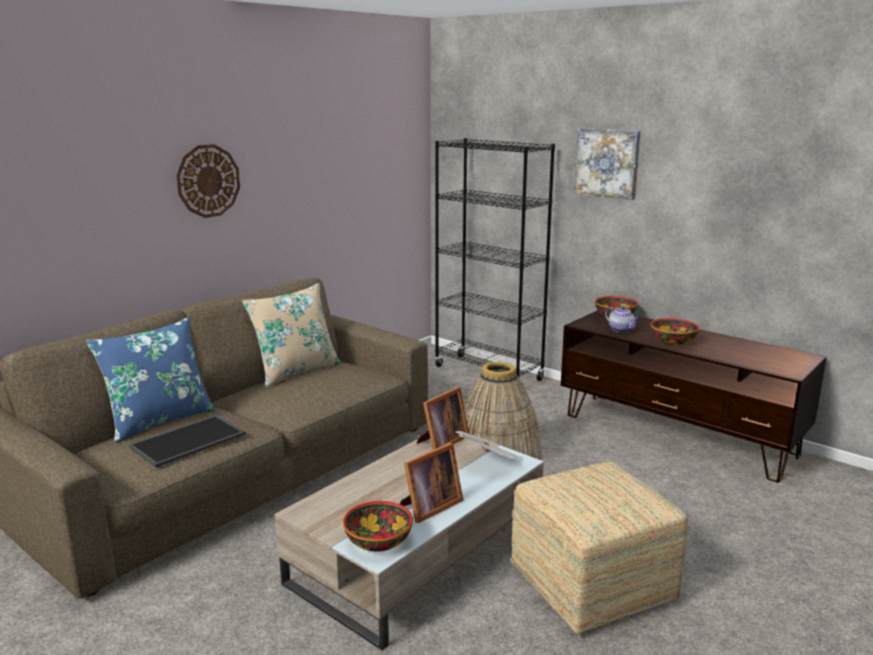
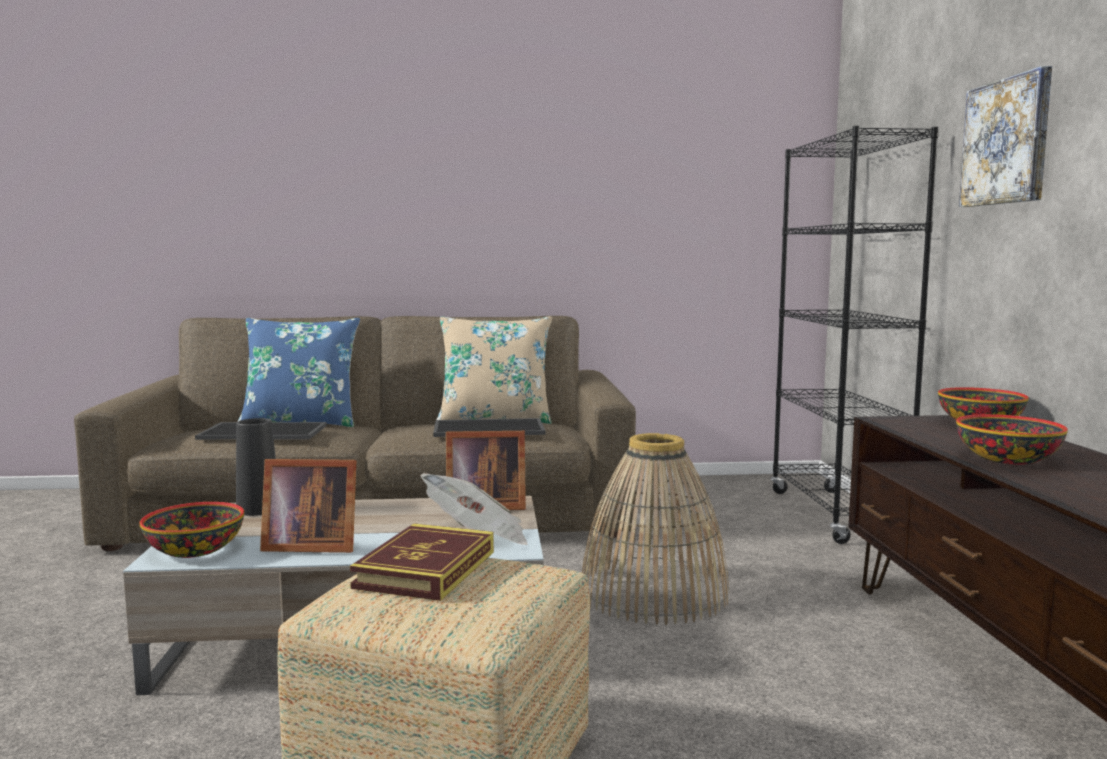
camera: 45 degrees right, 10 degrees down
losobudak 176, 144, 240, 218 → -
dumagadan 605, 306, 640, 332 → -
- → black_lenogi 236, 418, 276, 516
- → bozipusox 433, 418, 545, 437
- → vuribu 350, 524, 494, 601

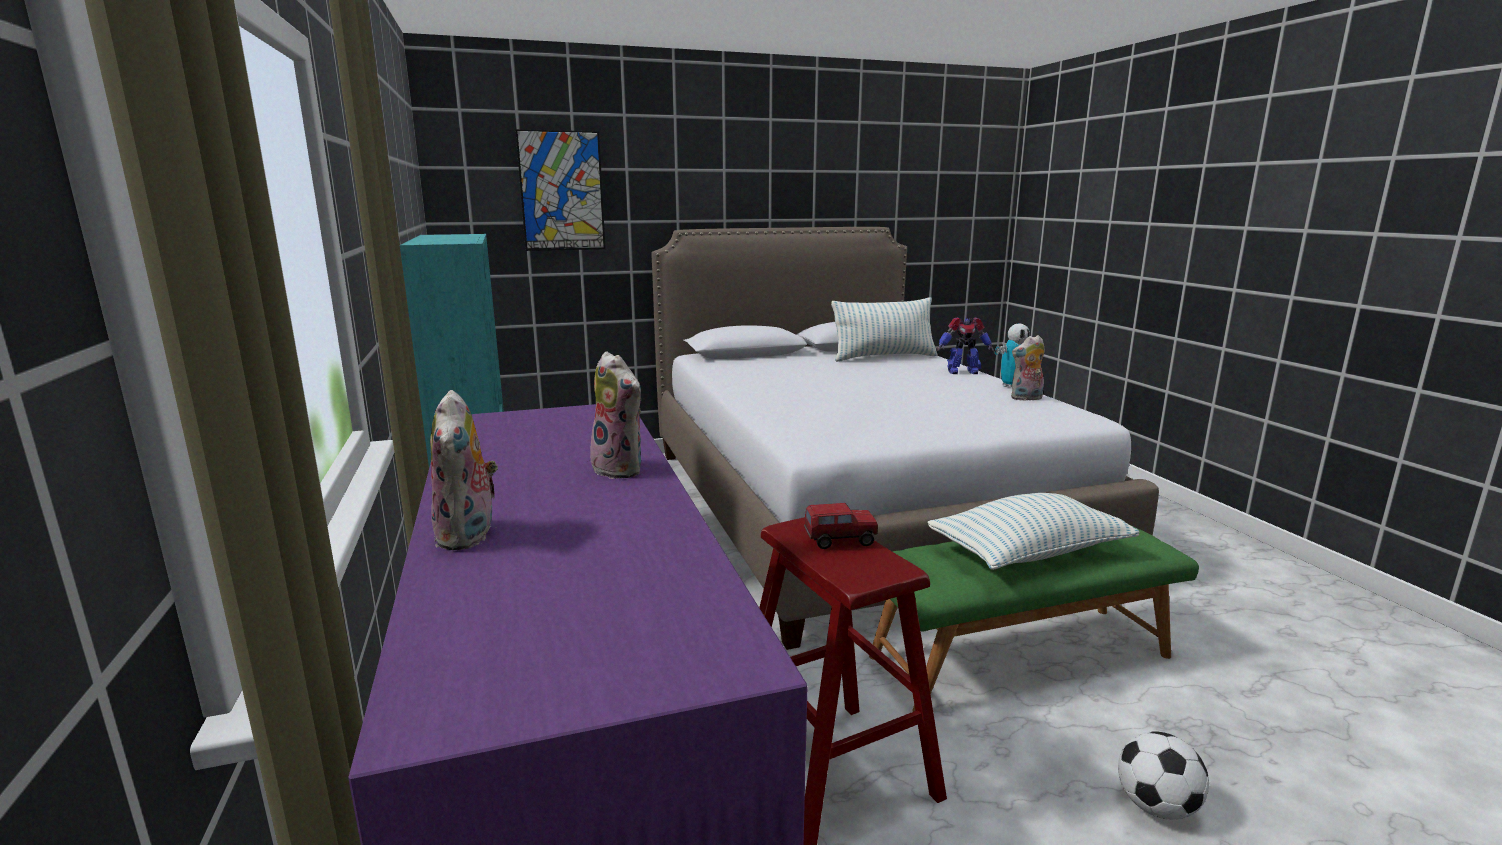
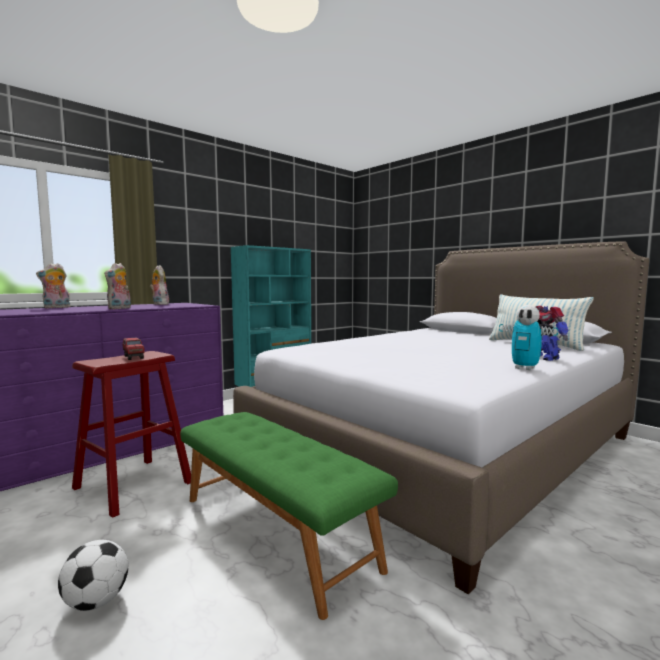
camera: 65 degrees right, 10 degrees down
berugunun 515, 129, 606, 251 → -
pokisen 1011, 335, 1045, 401 → pokisen 150, 265, 169, 305, relocated
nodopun 927, 493, 1140, 570 → -

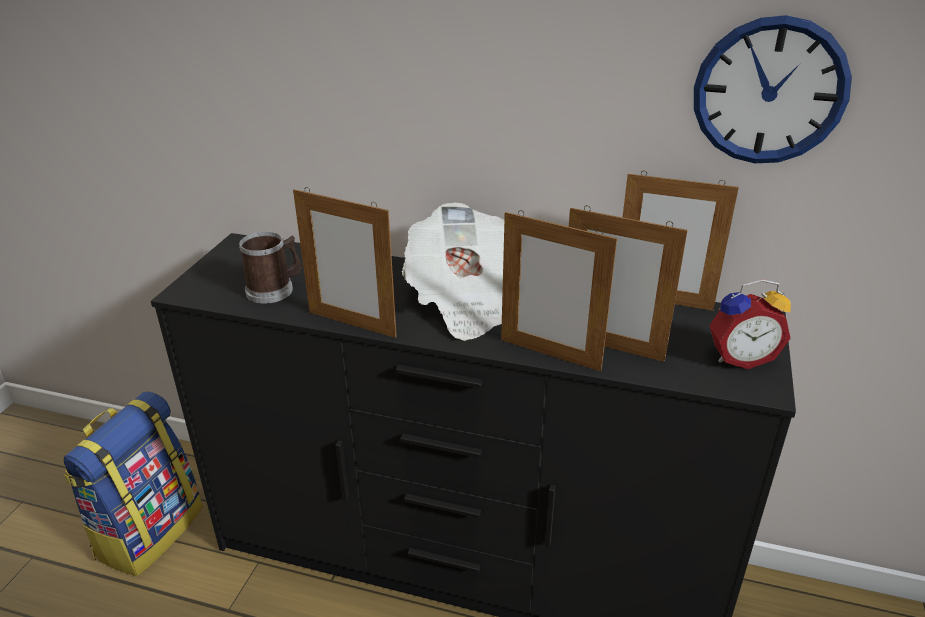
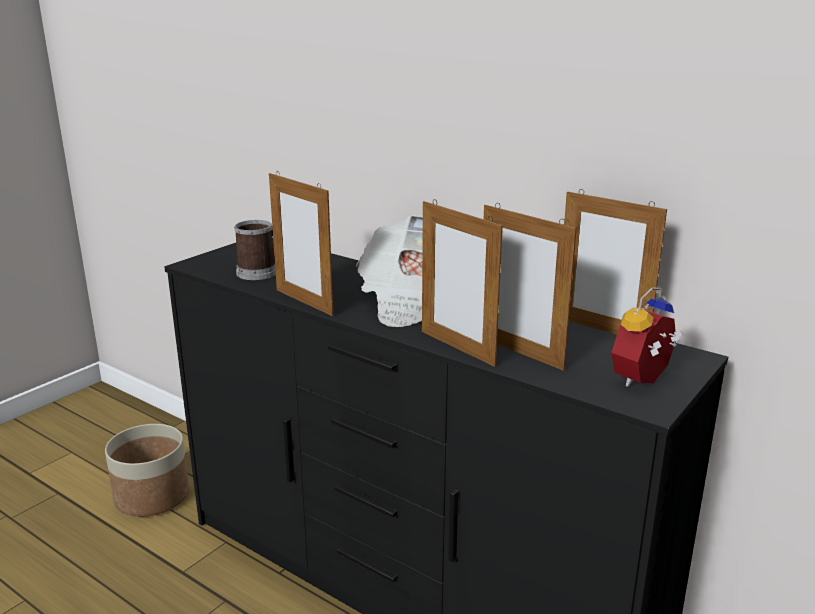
camera: 20 degrees right, 10 degrees down
losobudak 694, 15, 852, 163 → -
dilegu 709, 279, 791, 369 → dilegu 611, 288, 683, 387, 120 degrees clockwise
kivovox 63, 392, 203, 576 → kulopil 105, 424, 189, 517

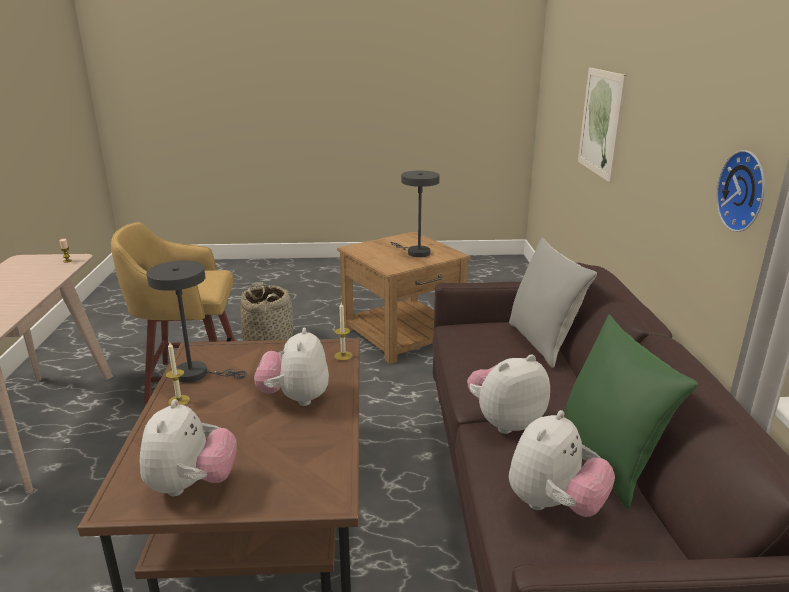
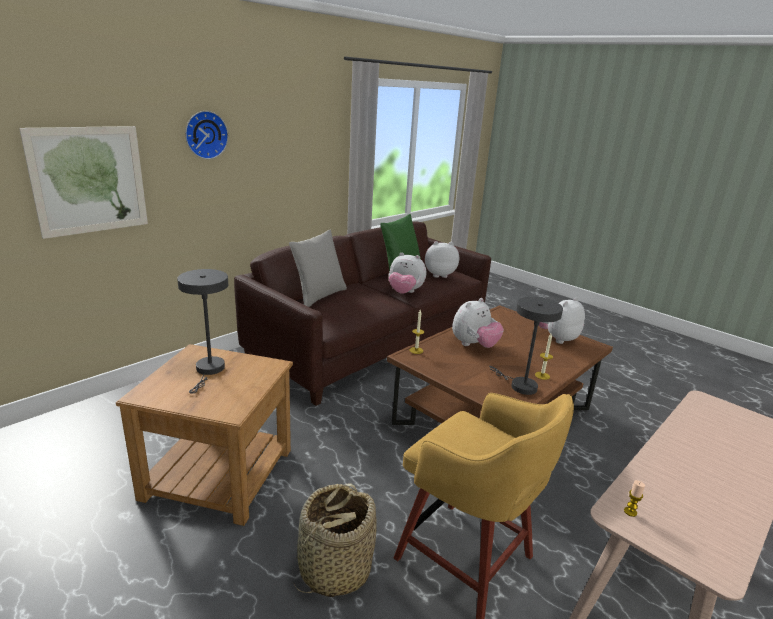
camera: 135 degrees left, 0 degrees up
losobudak 716, 150, 765, 232 → losobudak 185, 111, 228, 159, relocated

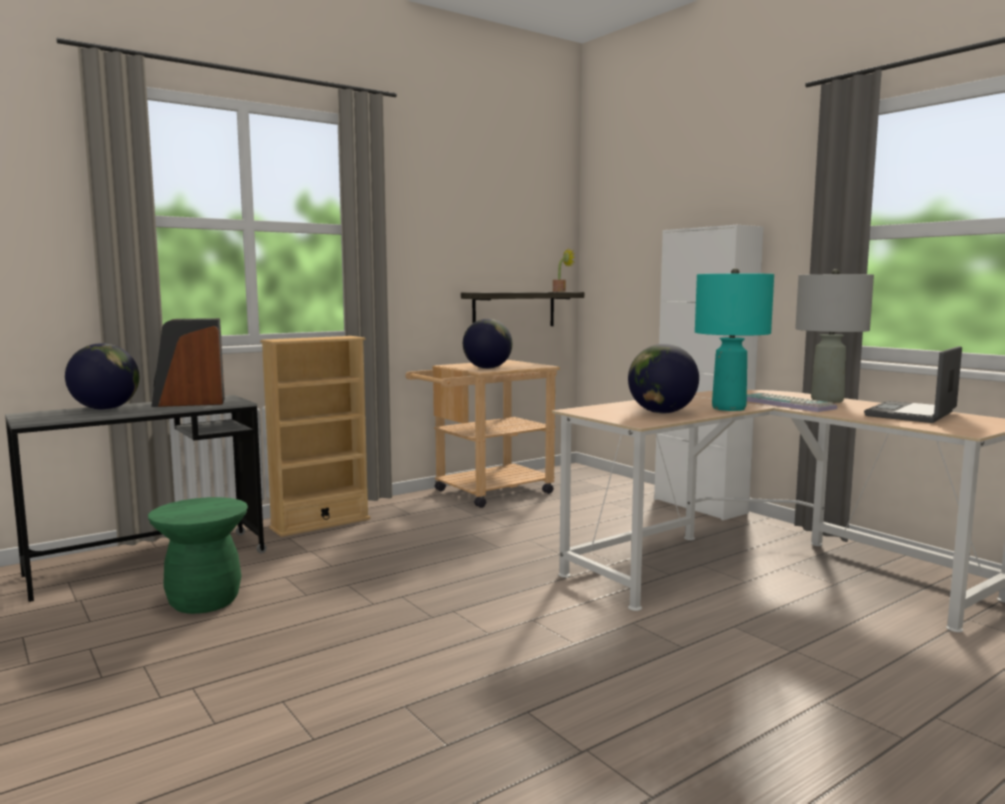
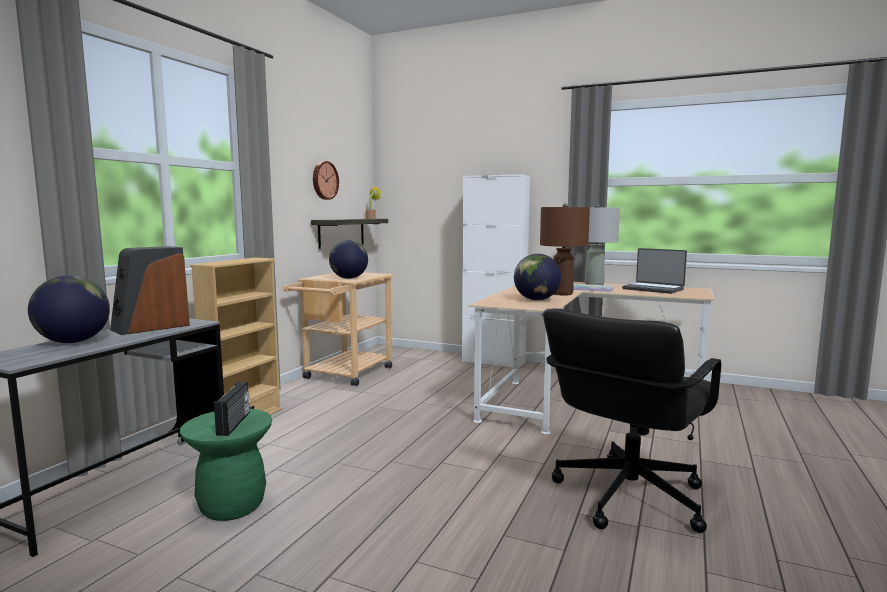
camera: 30 degrees left, 0 degrees up
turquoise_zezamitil 695, 268, 774, 411 → brown_zezamitil 540, 203, 590, 296
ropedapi 864, 346, 962, 423 → ropedapi 622, 248, 687, 294, 60 degrees counterclockwise
- → losobudak 313, 161, 339, 200
- → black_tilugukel 543, 309, 721, 533
- → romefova 214, 382, 250, 436

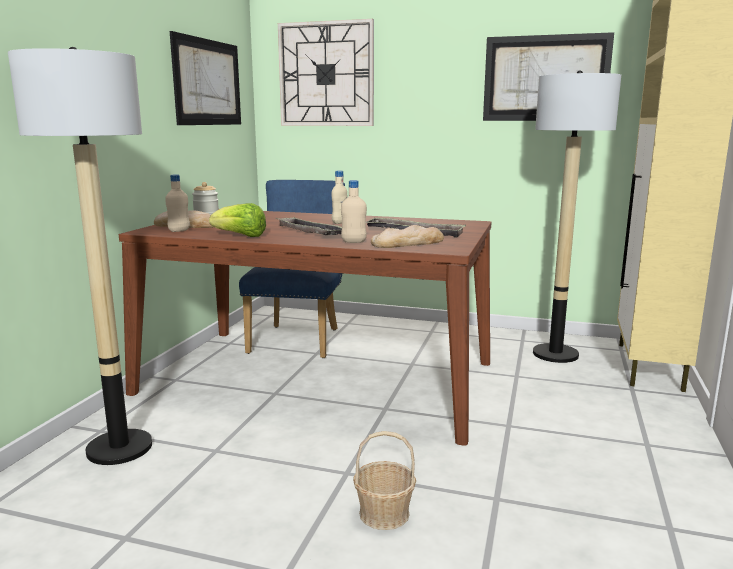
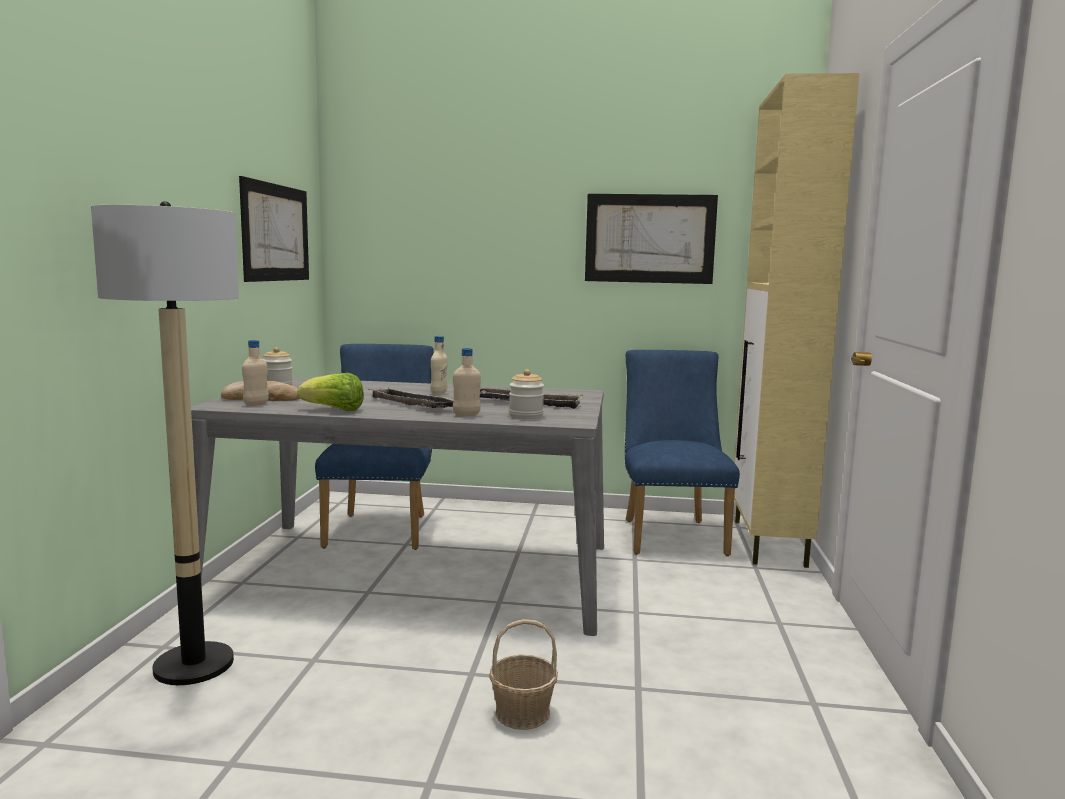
camera: 10 degrees left, 5 degrees down
losobudak 278, 19, 374, 126 → -
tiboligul 533, 70, 621, 363 → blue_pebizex 625, 350, 740, 556
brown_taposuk 119, 211, 492, 446 → grey_taposuk 191, 378, 604, 636
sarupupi 371, 225, 444, 248 → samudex 509, 369, 544, 419

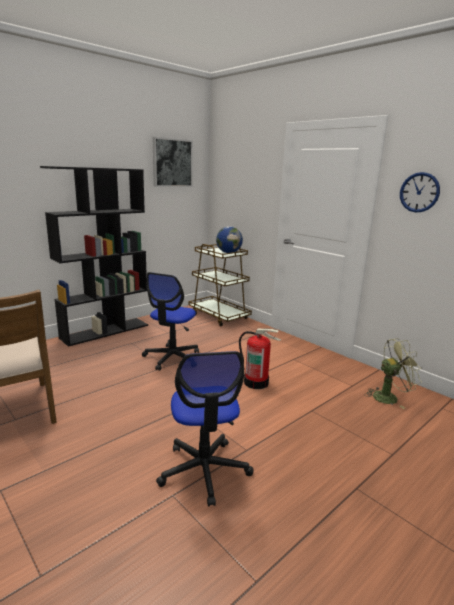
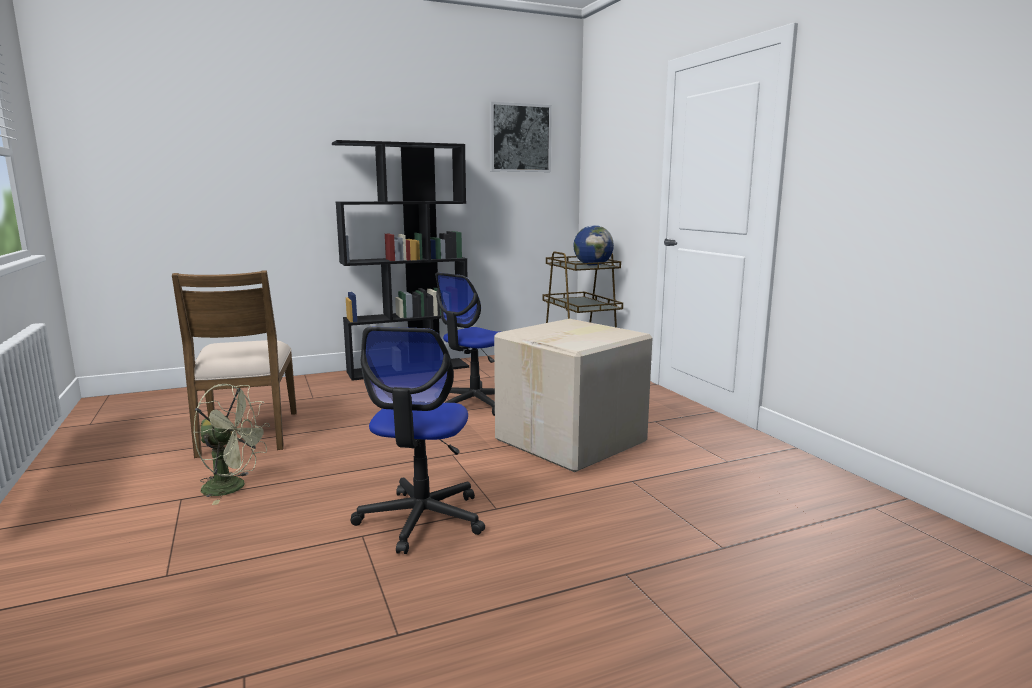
camera: 20 degrees right, 5 degrees down
losobudak 400, 172, 440, 212 → -
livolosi 239, 329, 281, 389 → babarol 494, 319, 652, 472
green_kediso 366, 338, 422, 409 → green_kediso 193, 384, 270, 505, relocated

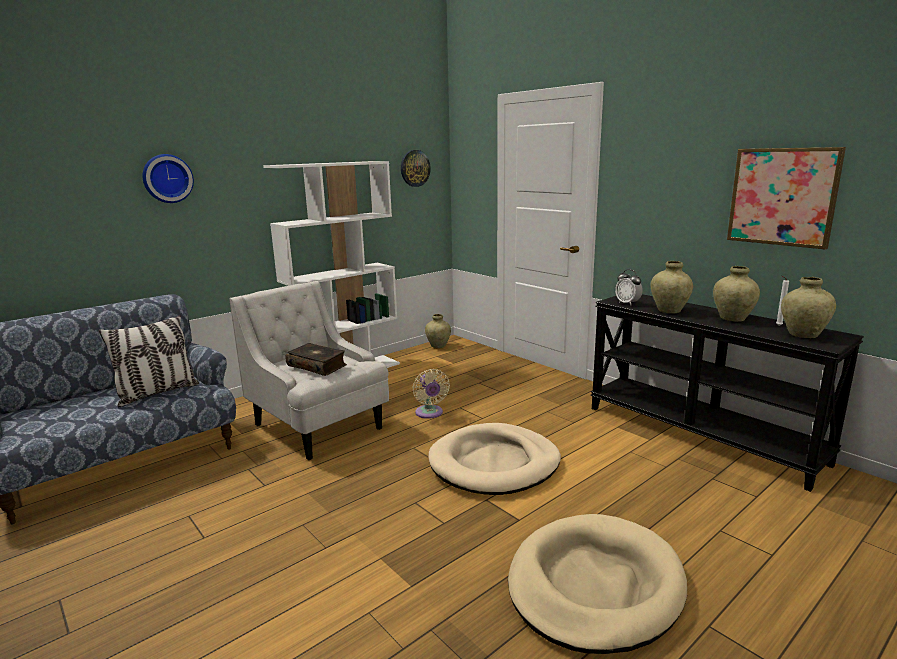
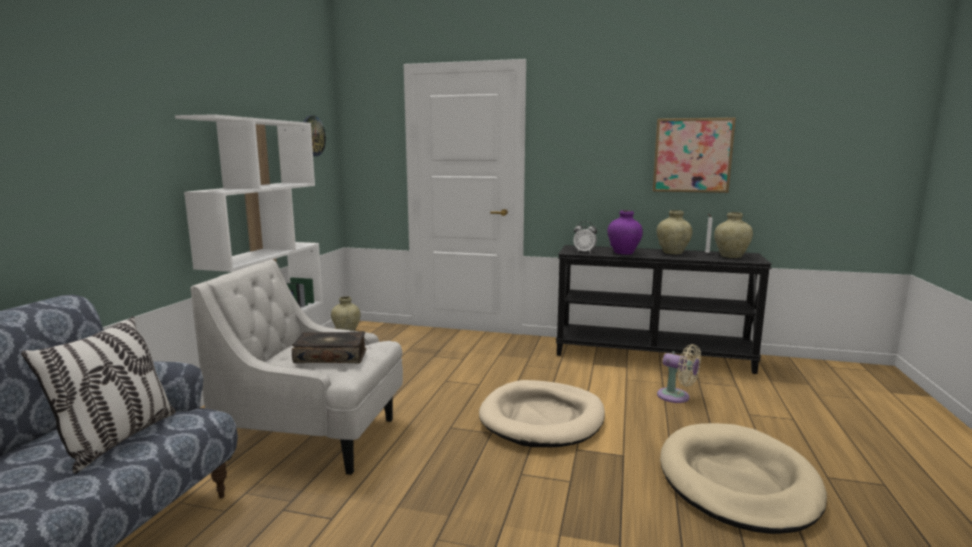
camera: 35 degrees left, 5 degrees down
losobudak 143, 154, 194, 203 → -
beige_lenogi 651, 261, 693, 314 → purple_lenogi 607, 210, 643, 255
beige_kediso 412, 369, 450, 419 → beige_kediso 657, 344, 701, 403, relocated

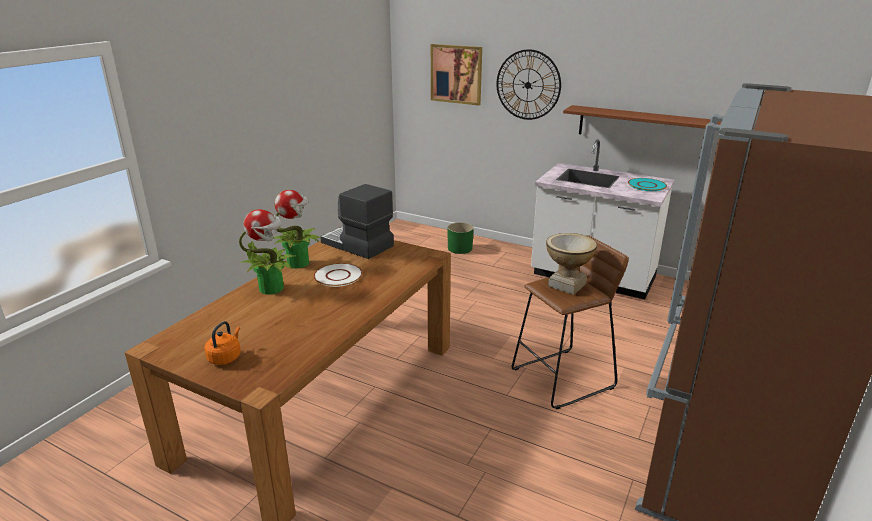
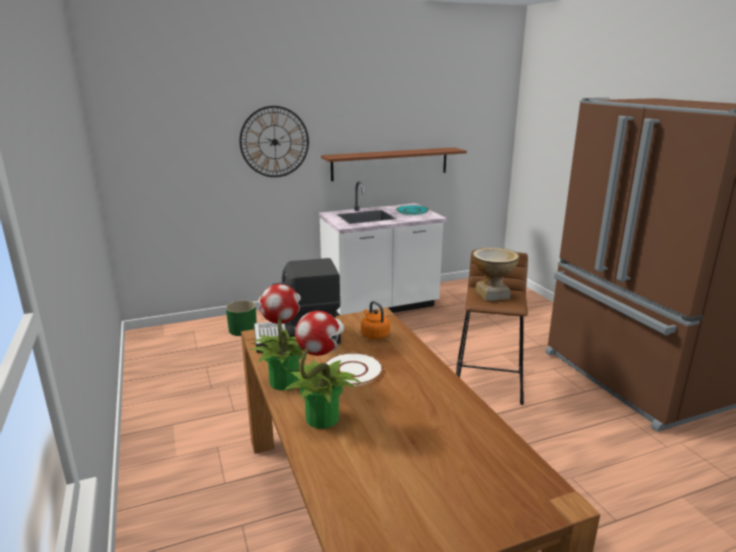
camera: 50 degrees left, 5 degrees down
berugunun 431, 44, 482, 106 → -
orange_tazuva 204, 321, 241, 365 → orange_tazuva 361, 301, 390, 340, relocated

